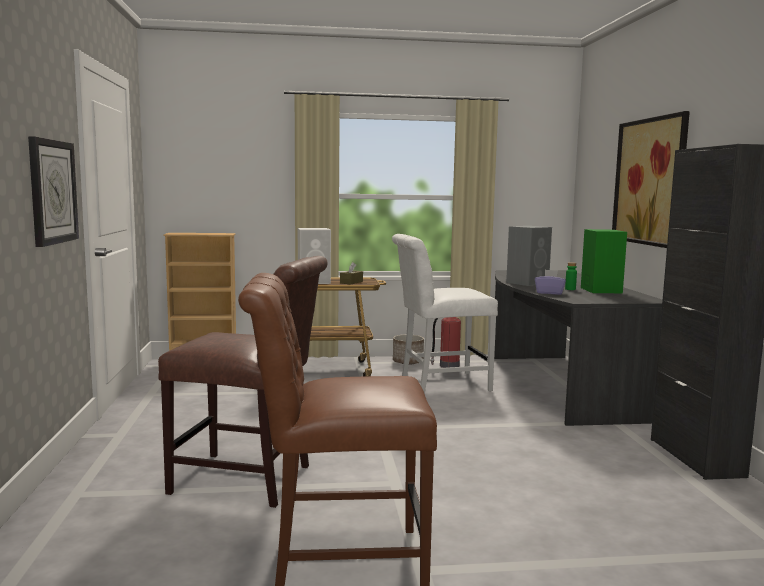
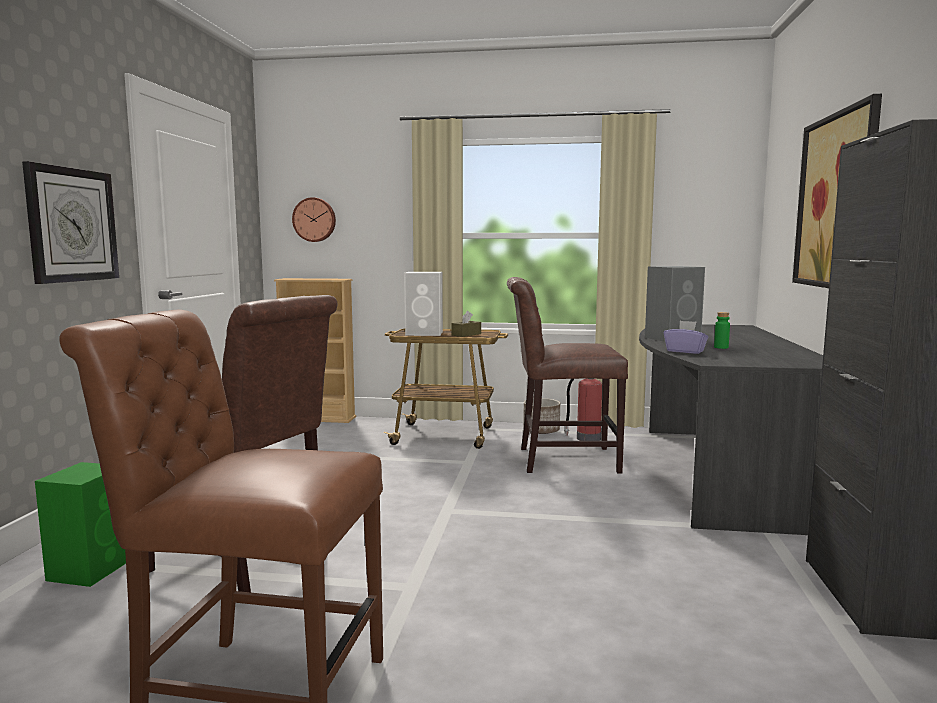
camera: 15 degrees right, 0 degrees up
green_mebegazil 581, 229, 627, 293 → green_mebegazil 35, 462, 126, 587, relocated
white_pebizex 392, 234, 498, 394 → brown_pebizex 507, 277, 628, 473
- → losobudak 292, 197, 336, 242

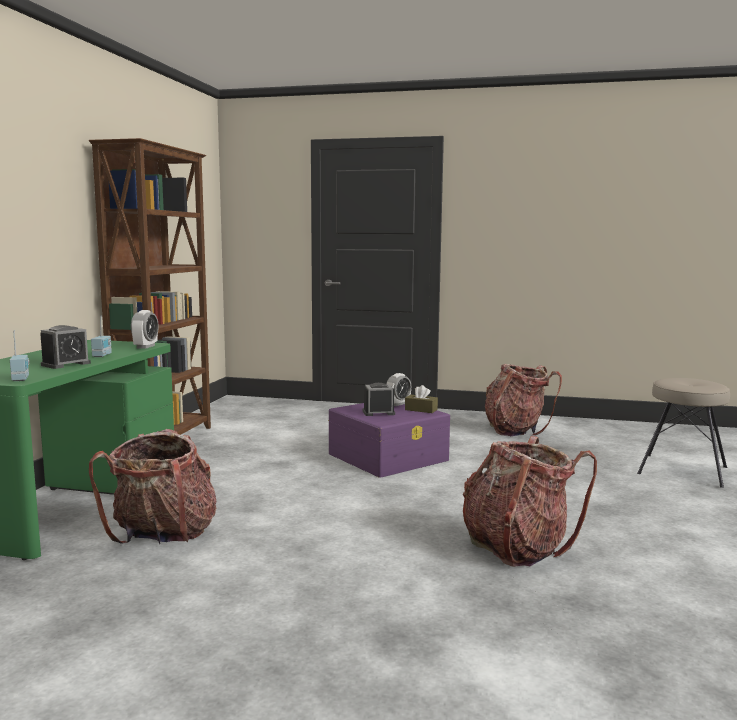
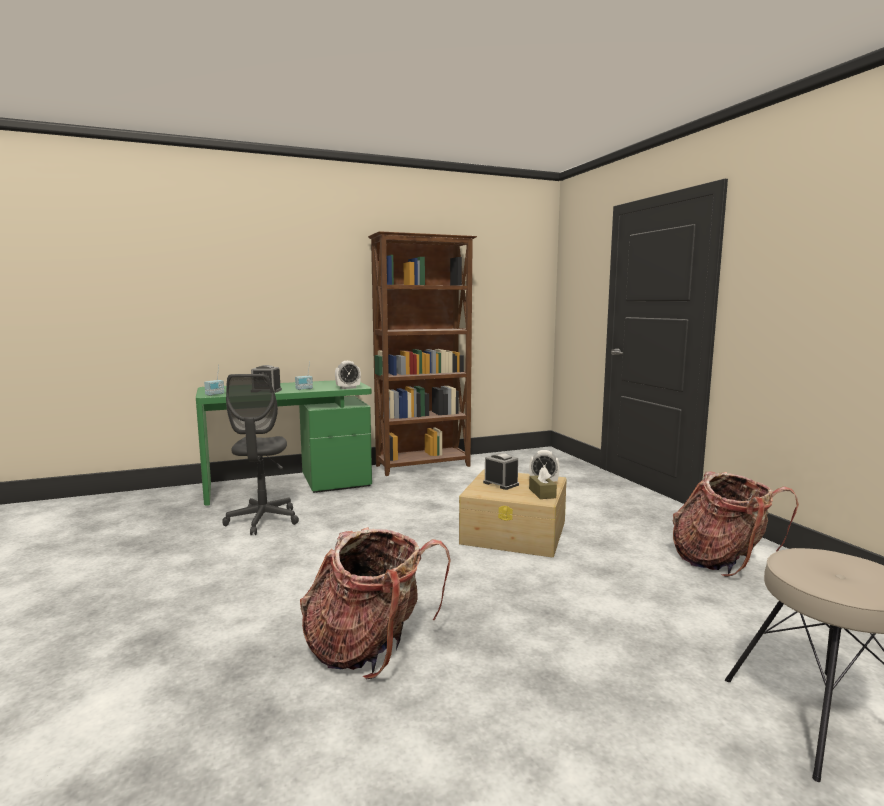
camera: 55 degrees right, 0 degrees up
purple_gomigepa 328, 403, 450, 478 → beige_gomigepa 459, 470, 567, 557
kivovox 89, 429, 217, 544 → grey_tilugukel 222, 374, 299, 535

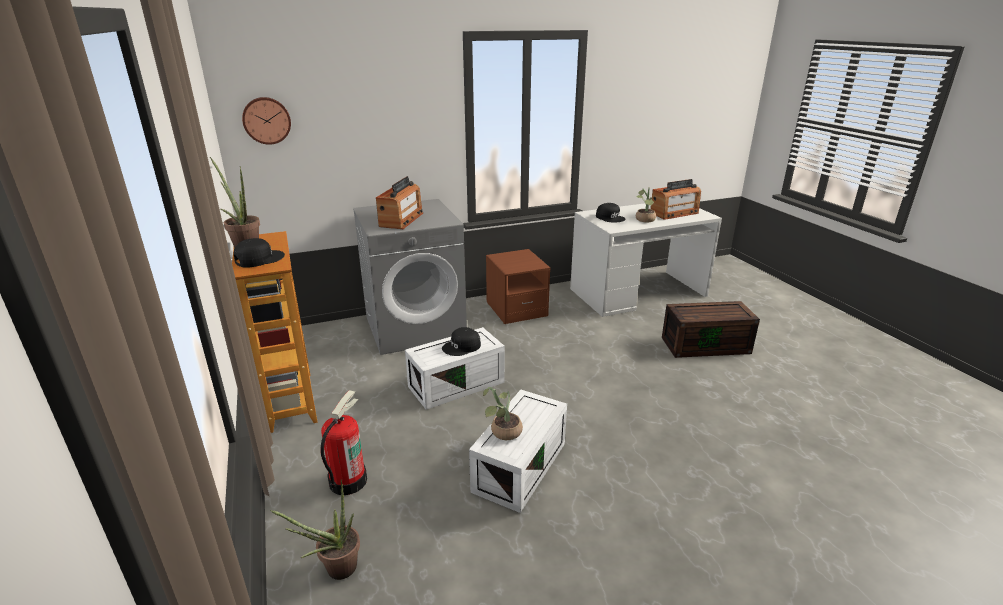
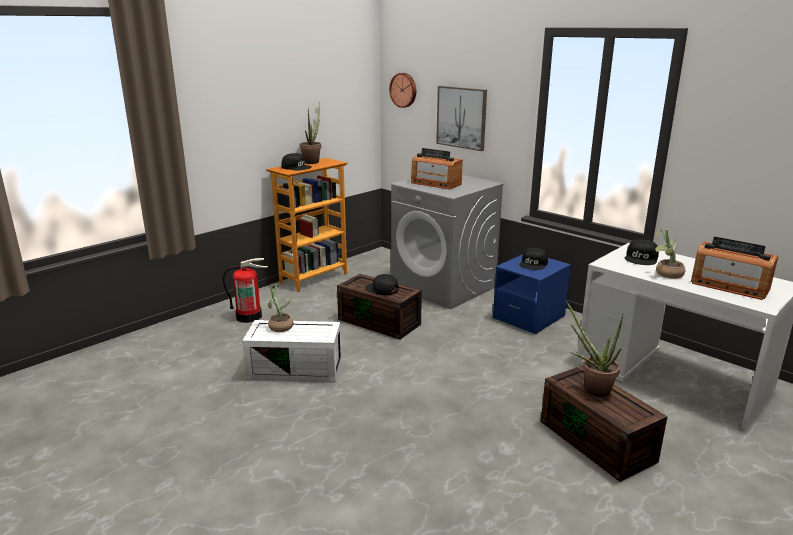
camera: 65 degrees right, 5 degrees down
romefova 376, 176, 423, 229 → romefova 411, 148, 463, 190, 45 degrees clockwise
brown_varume 486, 249, 550, 324 → blue_varume 493, 254, 571, 334
white_gomigepa 405, 327, 505, 410 → brown_gomigepa 337, 274, 422, 340
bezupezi 270, 480, 360, 580 → bezupezi 566, 301, 623, 397, relocated
- → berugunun 436, 86, 487, 151
- → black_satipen 519, 248, 548, 270

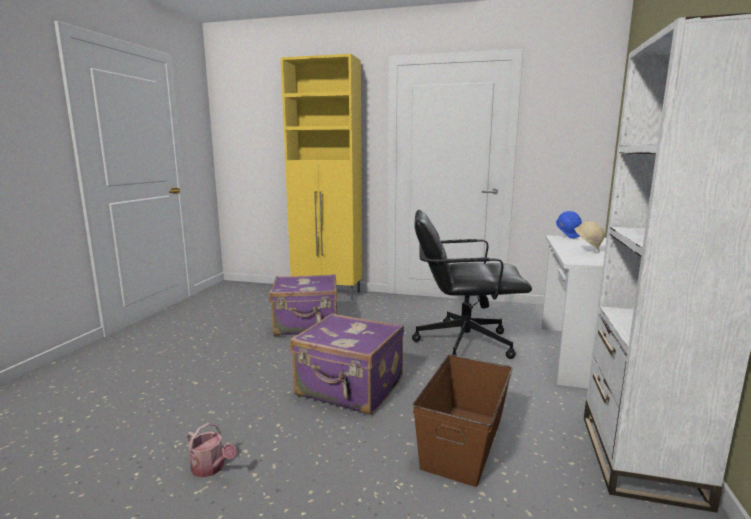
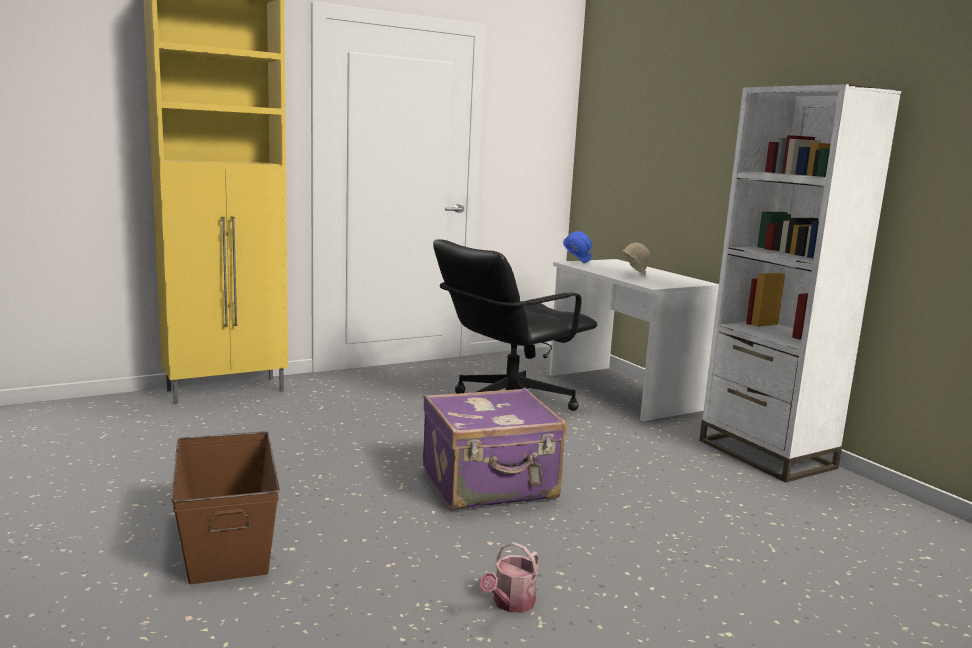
camera: 45 degrees left, 0 degrees up
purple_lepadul 269, 274, 337, 336 → -
brown_gomigepa 413, 355, 513, 487 → brown_gomigepa 171, 431, 280, 584, relocated
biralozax 187, 423, 237, 478 → biralozax 479, 542, 539, 613, 135 degrees clockwise

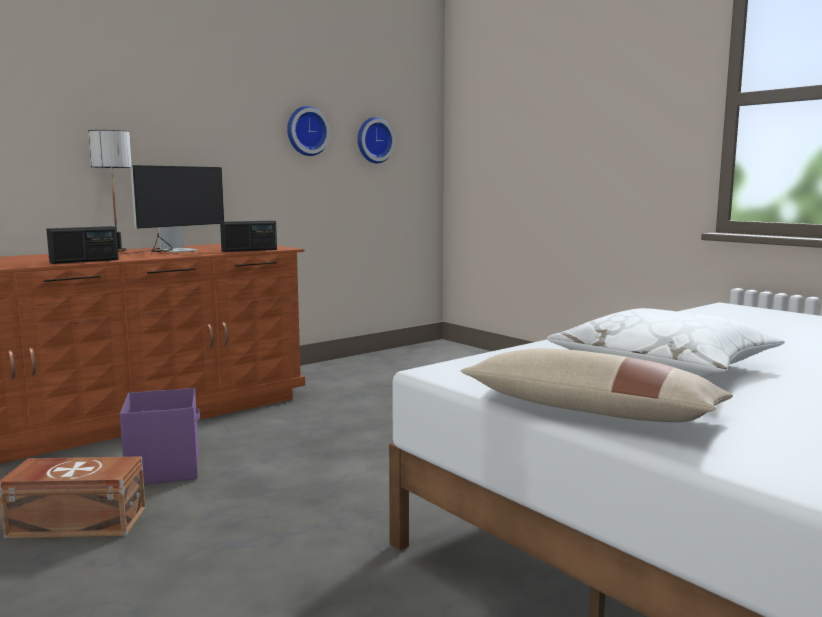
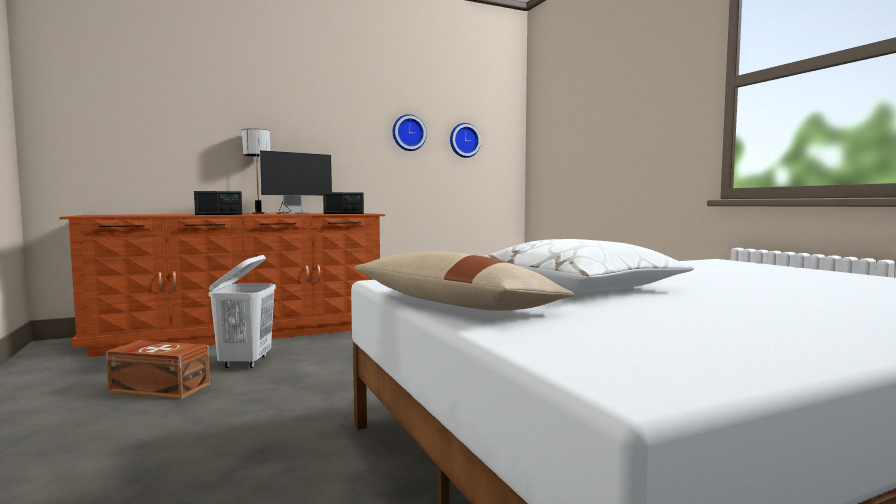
camera: 15 degrees right, 5 degrees down
purple_gomigepa 120, 388, 200, 485 → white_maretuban 209, 255, 276, 368

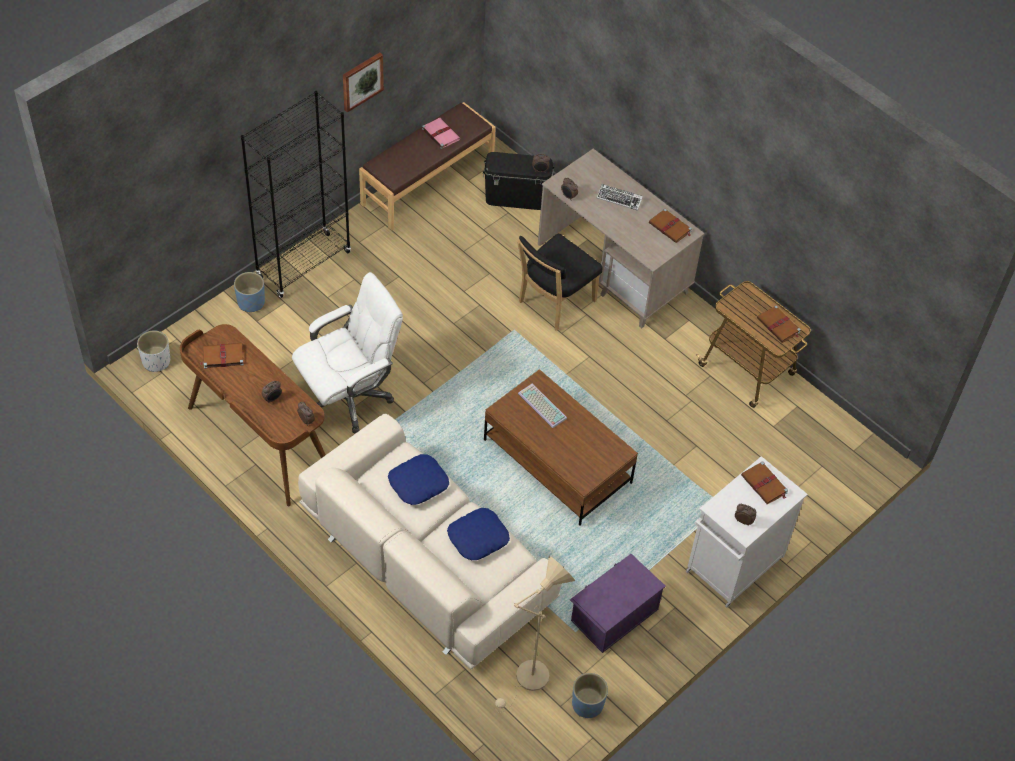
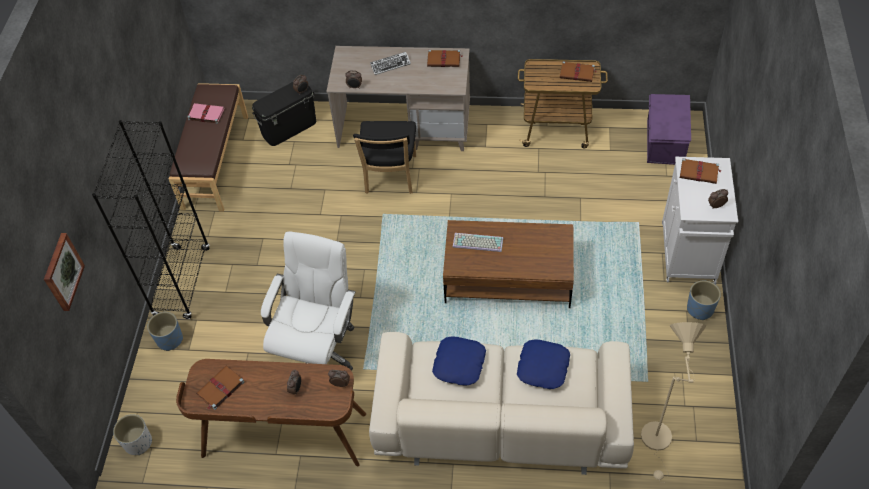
camera: 35 degrees left, 0 degrees up
berugunun 343, 52, 384, 113 → berugunun 44, 233, 85, 311, relocated
purple_gomigepa 570, 554, 666, 653 → purple_gomigepa 647, 94, 691, 165, relocated
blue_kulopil 572, 673, 608, 718 → blue_kulopil 687, 280, 721, 320, relocated

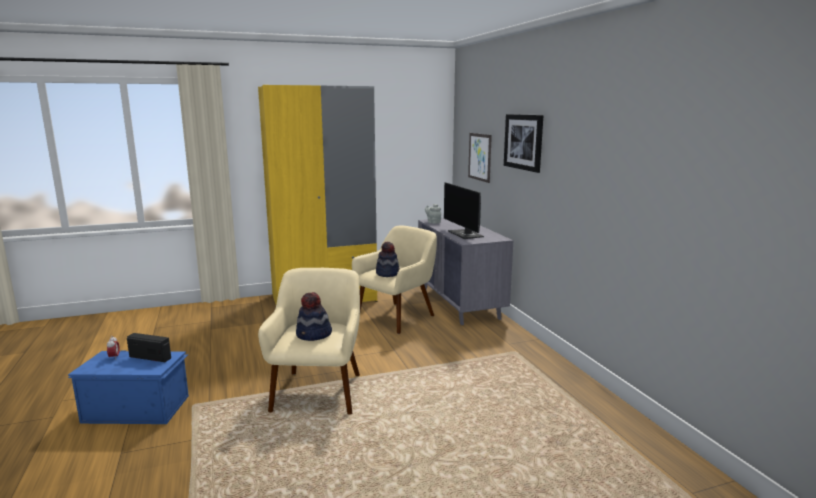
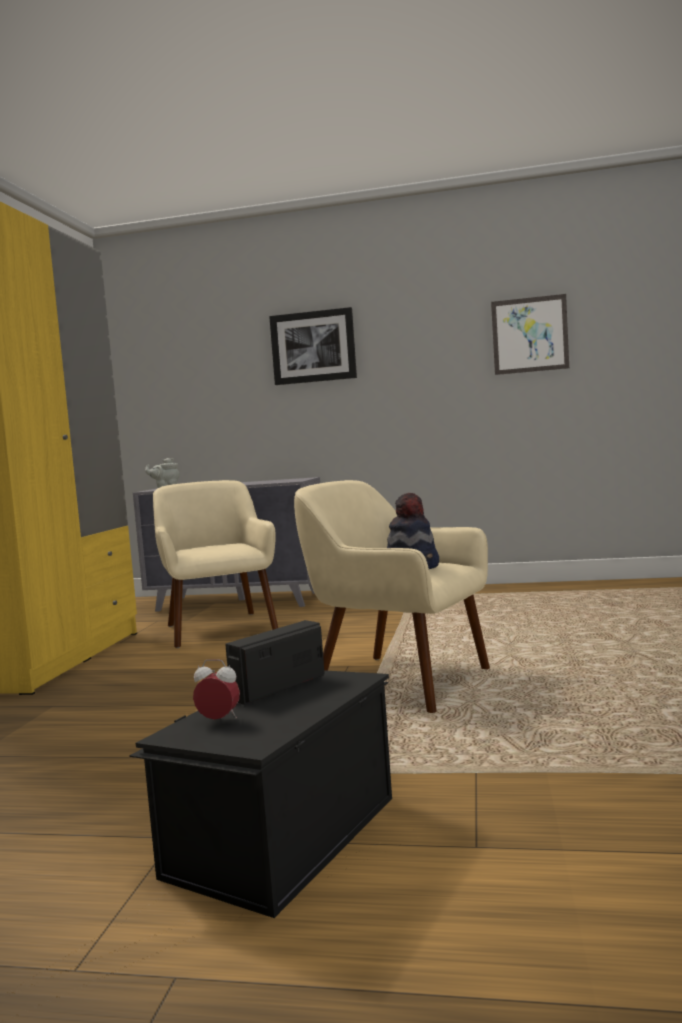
camera: 60 degrees left, 10 degrees down
berugunun 468, 133, 492, 183 → berugunun 491, 294, 569, 375, relocated
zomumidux 444, 182, 484, 239 → -
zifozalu 376, 242, 400, 277 → -
blue_gomigepa 68, 350, 189, 424 → black_gomigepa 129, 670, 392, 918

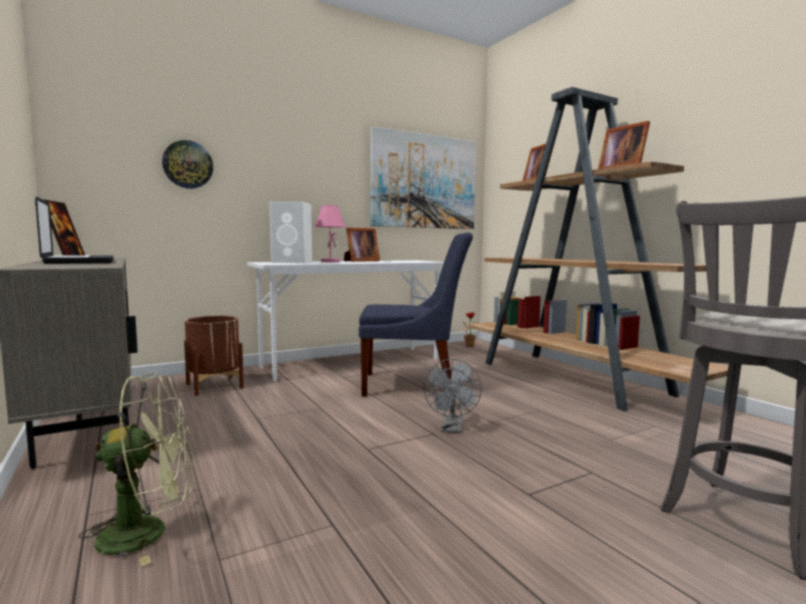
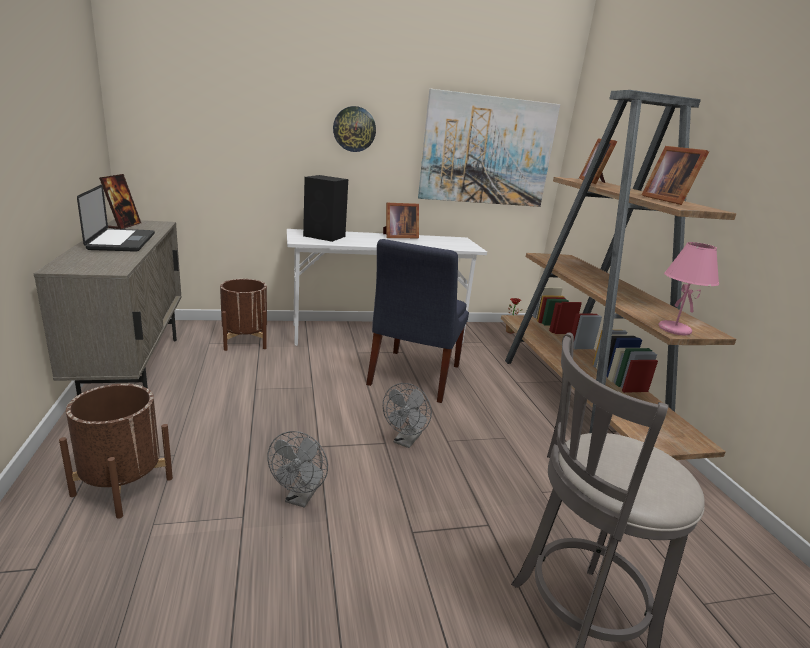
camera: 15 degrees right, 15 degrees up
losobudak 162, 140, 213, 189 → losobudak 333, 106, 376, 152, relocated
white_mebegazil 269, 202, 312, 263 → black_mebegazil 303, 175, 348, 242
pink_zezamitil 315, 205, 345, 262 → pink_zezamitil 659, 242, 719, 335, relocated
blue_pebizex 359, 232, 473, 397 → blue_pebizex 366, 239, 469, 403, 90 degrees clockwise
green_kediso 79, 373, 193, 566 → brown_kulopil 59, 384, 173, 519
- → grey_kediso 267, 431, 328, 508

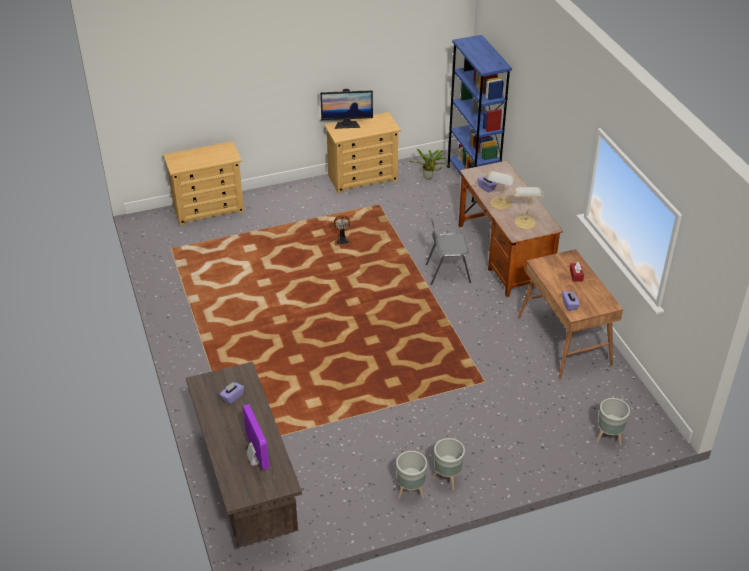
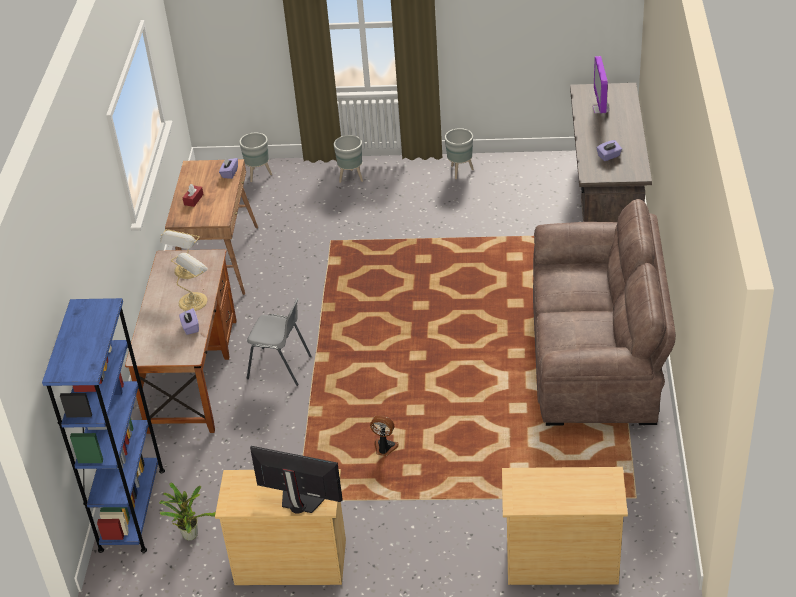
camera: 155 degrees left, 0 degrees up
grey_kulopil 433, 438, 465, 490 → grey_kulopil 334, 135, 363, 183, relocated
- → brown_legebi 533, 199, 676, 426

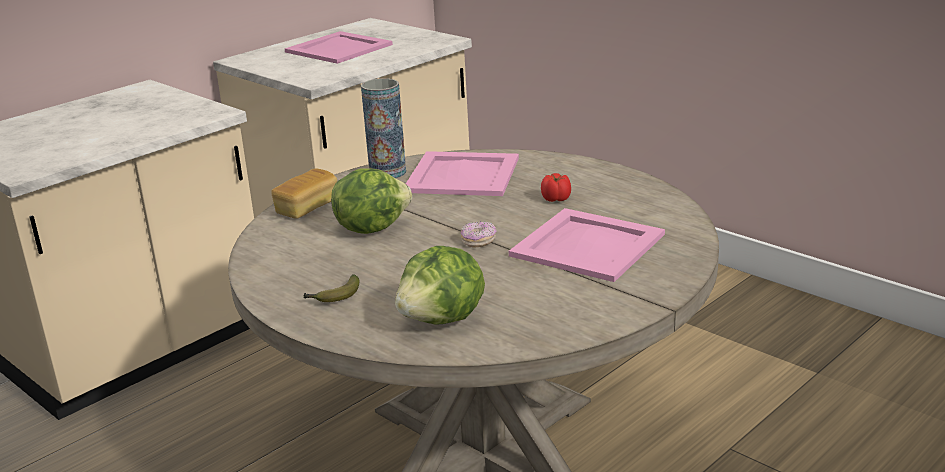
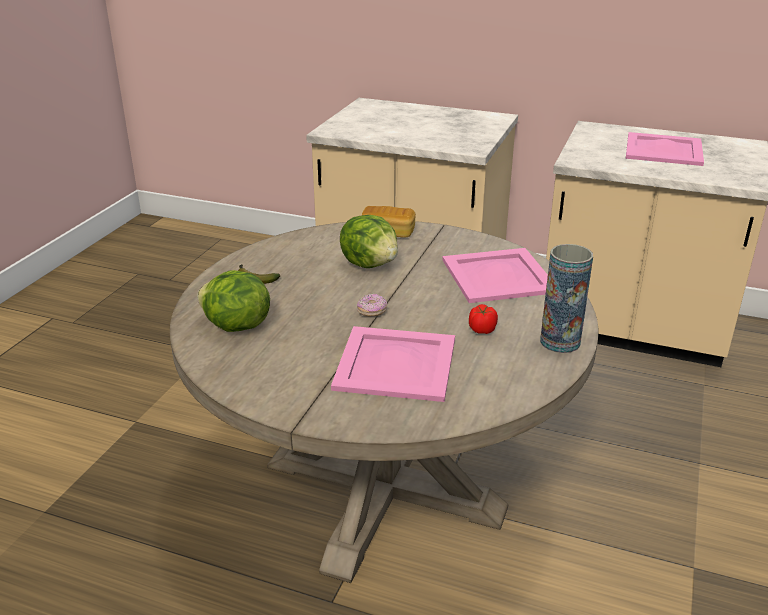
camera: 65 degrees right, 5 degrees up
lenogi 361, 78, 406, 178 → lenogi 540, 244, 593, 353, relocated

